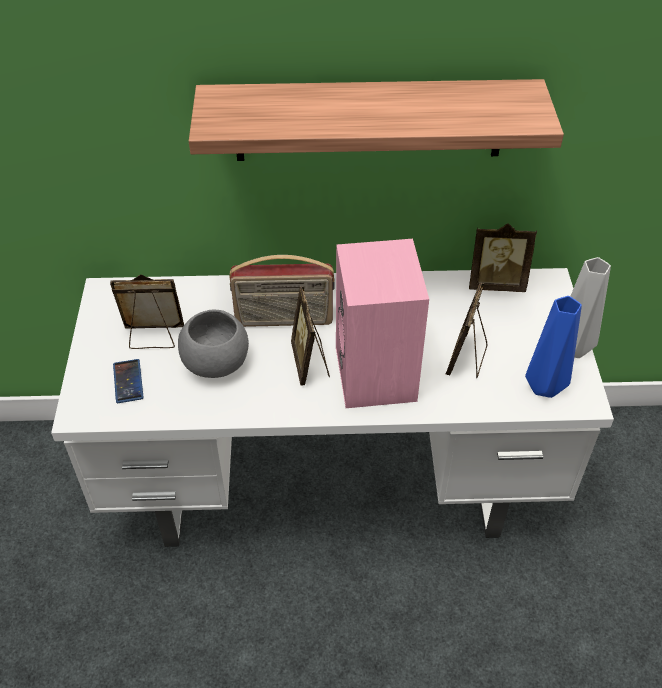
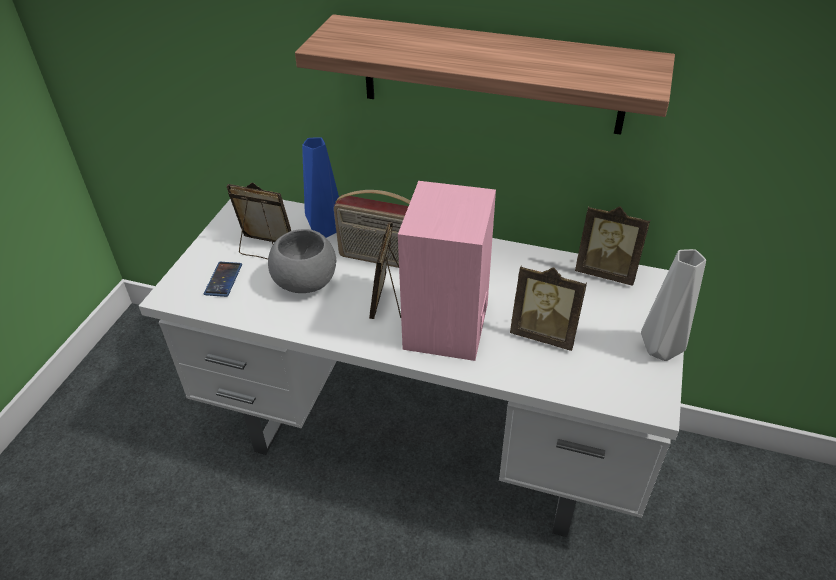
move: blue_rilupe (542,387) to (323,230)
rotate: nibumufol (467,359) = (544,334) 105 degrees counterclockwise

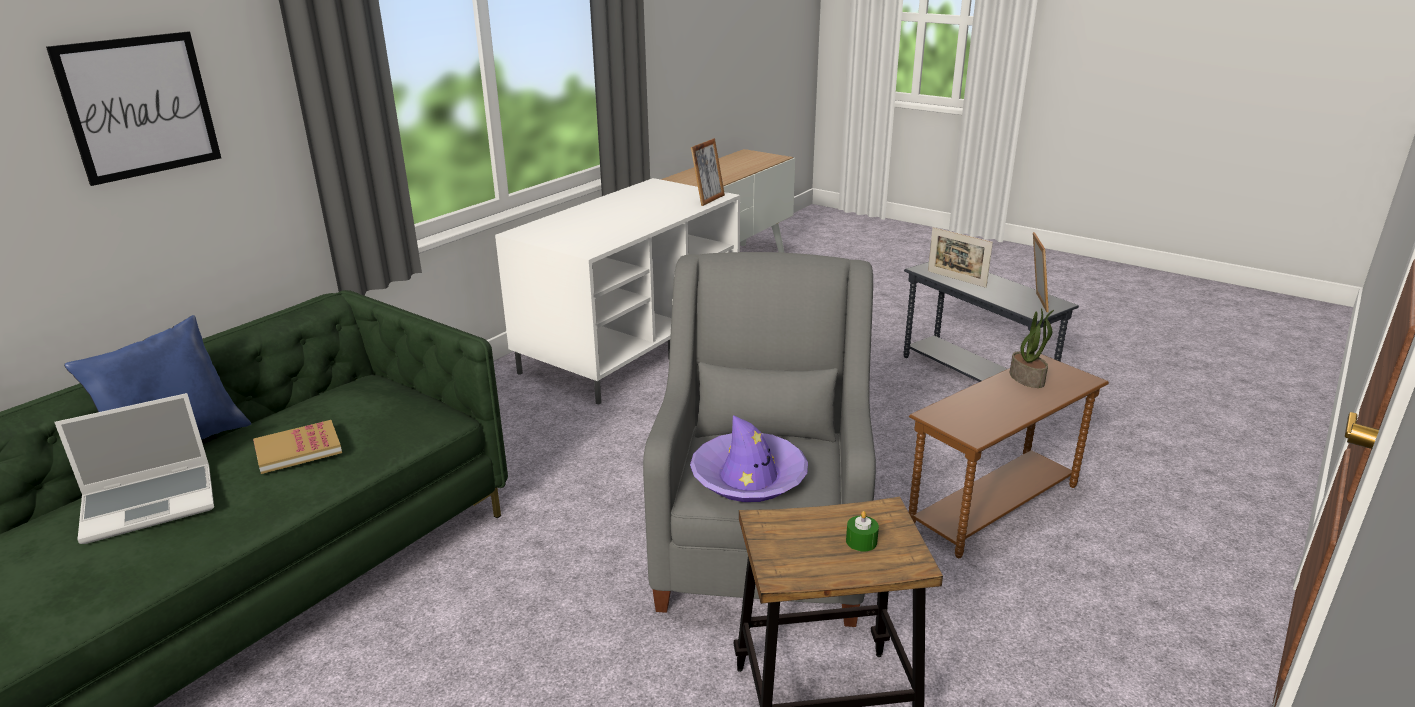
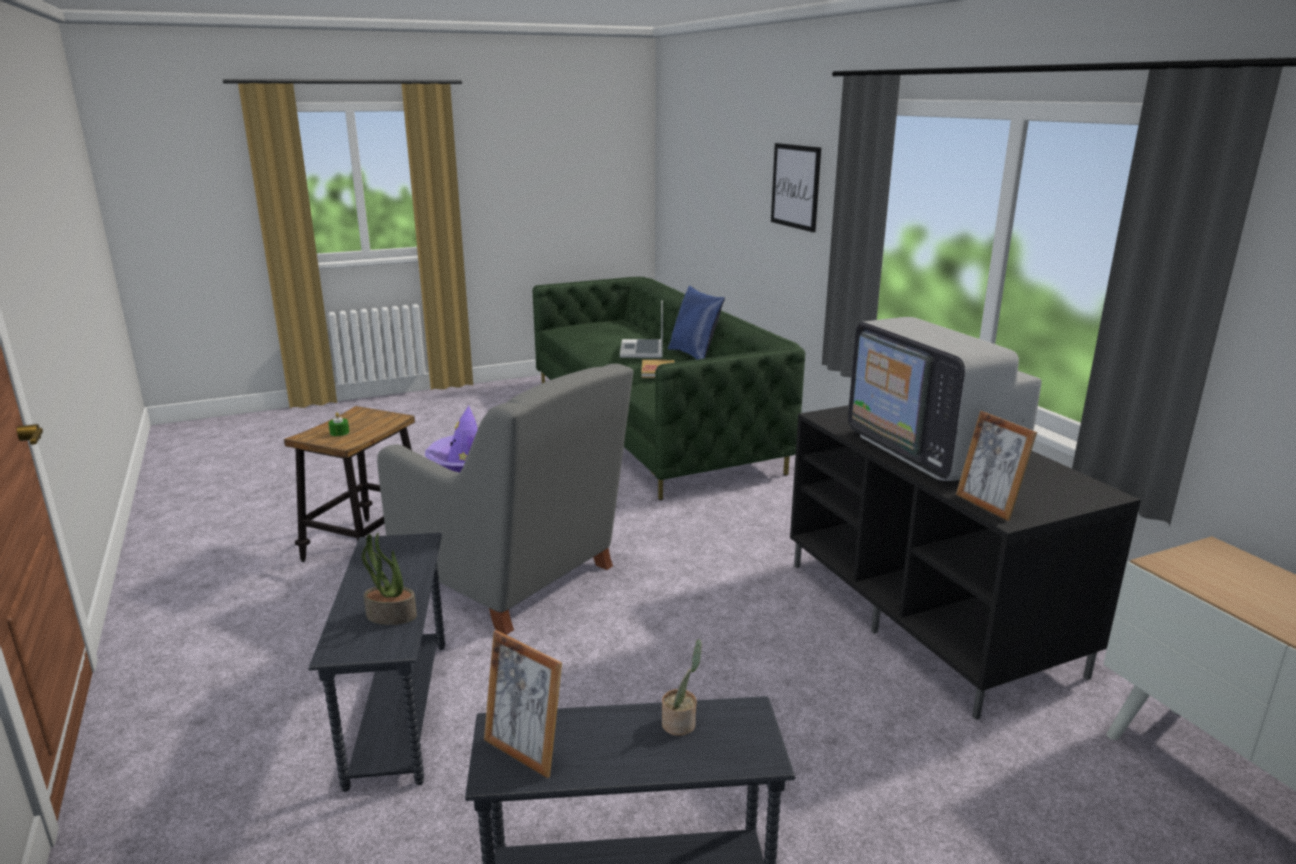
insert: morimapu (931,450)
replace: nibumufol (956,279) to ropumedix (681,723)
recolor: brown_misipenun (995,506) to grey_misipenun (397,711); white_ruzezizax (631,345) to black_ruzezizax (930,617)

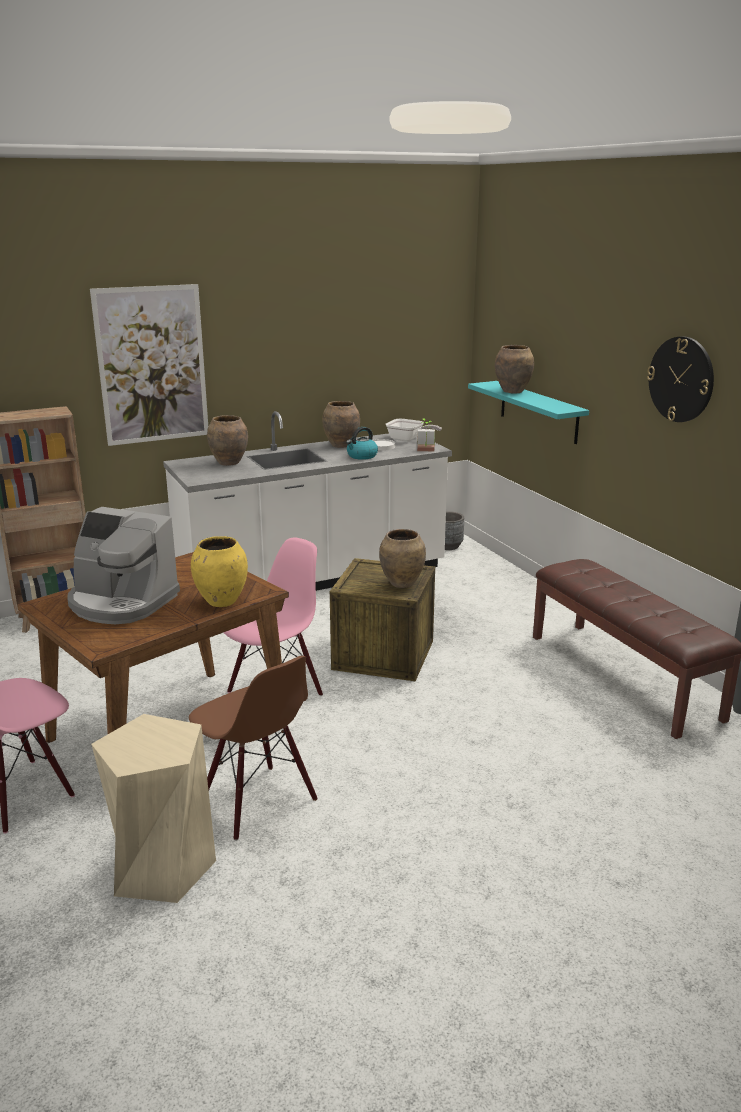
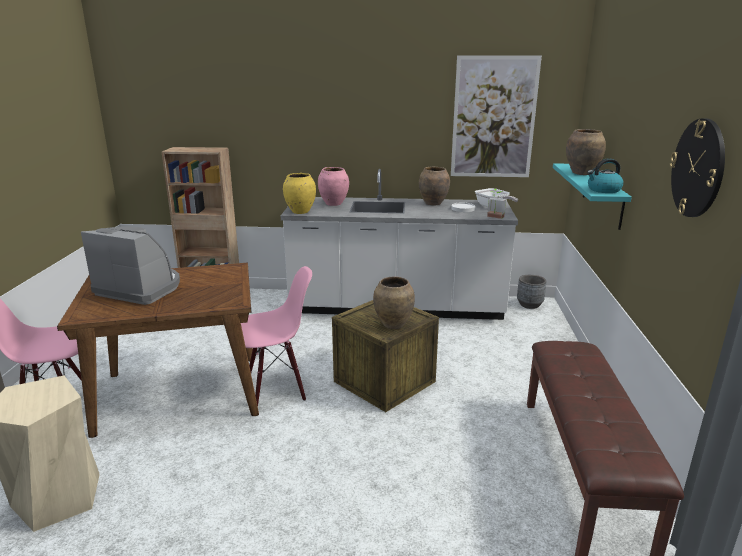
delete: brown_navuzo (257,801)
move: yellow_rilupe (221,602) to (300,212); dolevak (152,365) to (494,118); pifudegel (361,456) to (603,190)
recolor: brown_rilupe (229,463) to pink_rilupe (333,204)
rotate: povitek (121,602) = (140,288) 150 degrees clockwise

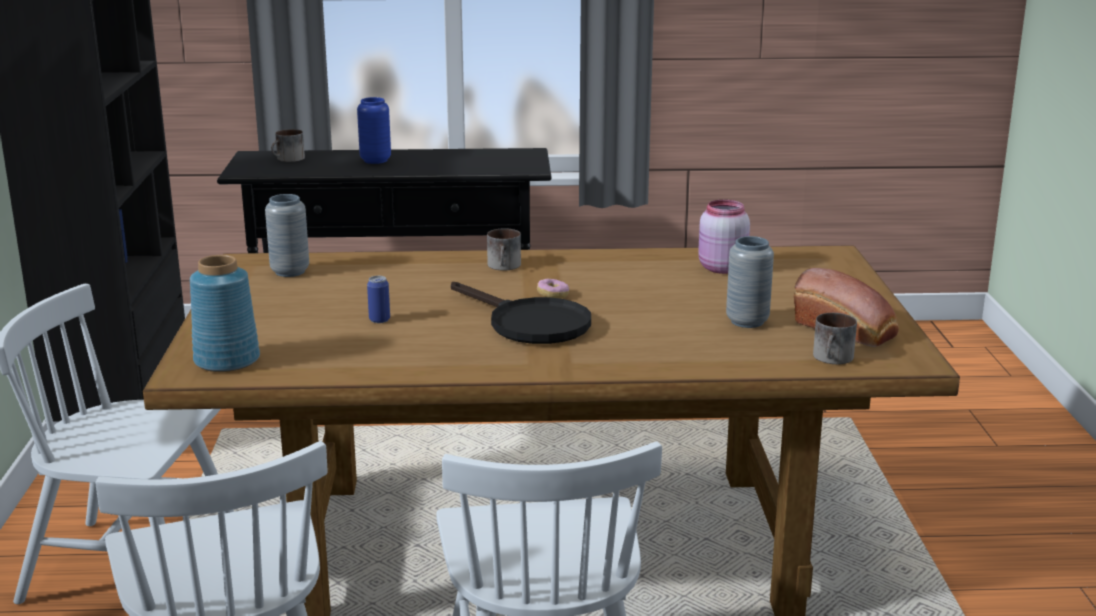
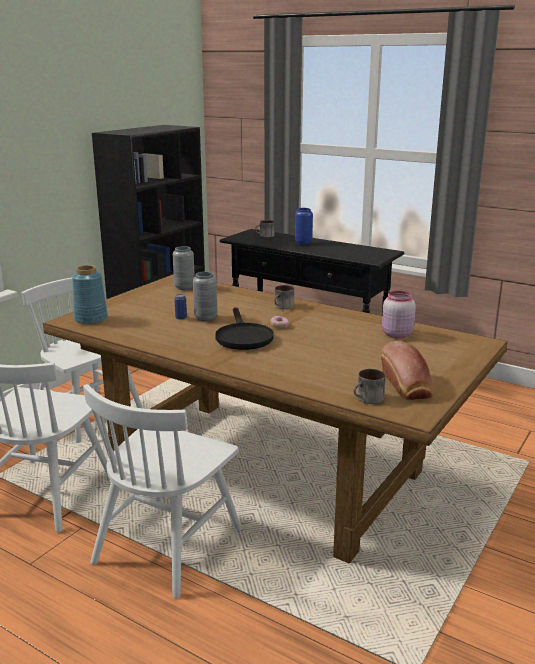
move: grey_rilupe (747,322) to (205,318)

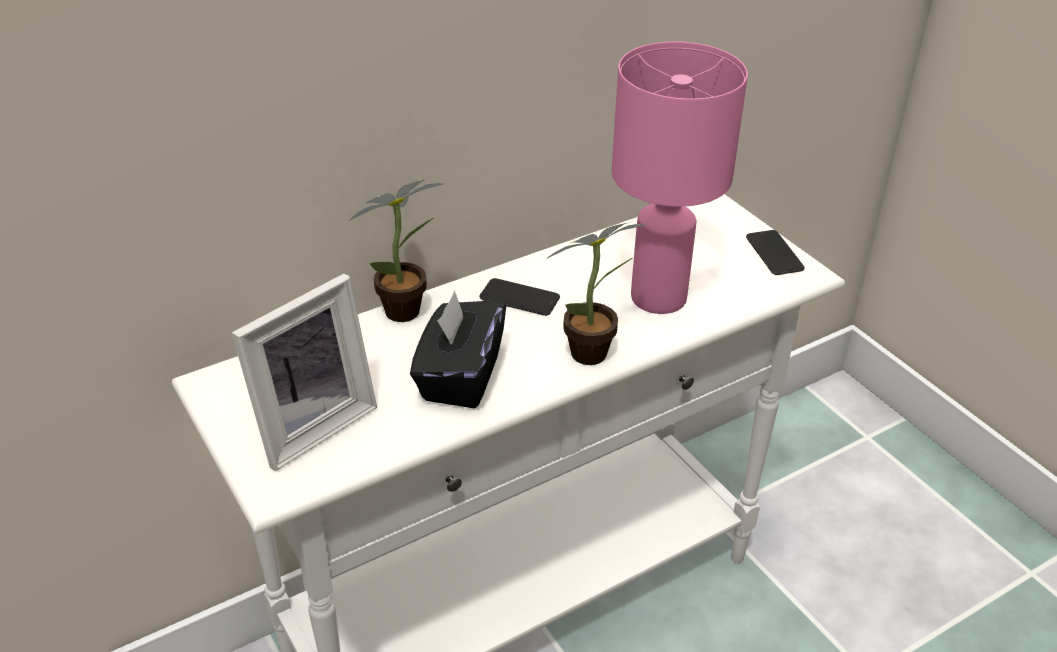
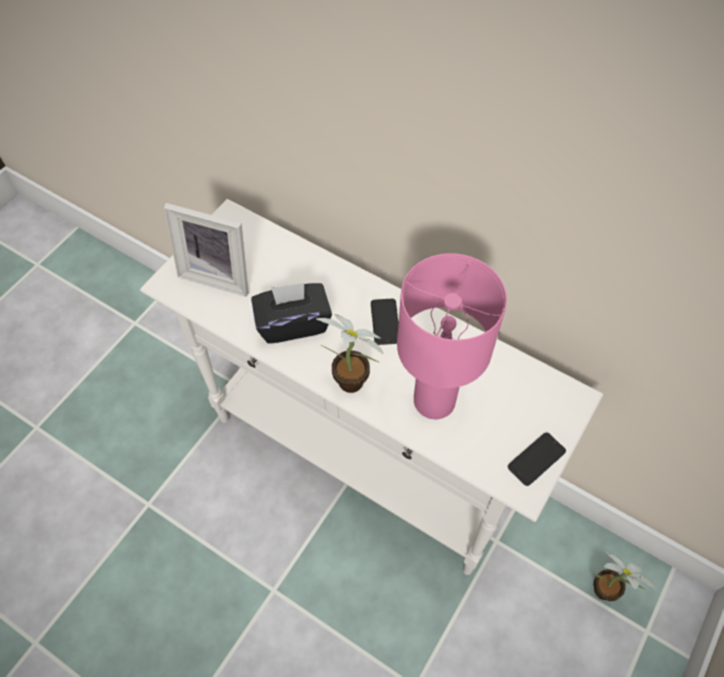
move: ropumedix (409,310) to (606,593)

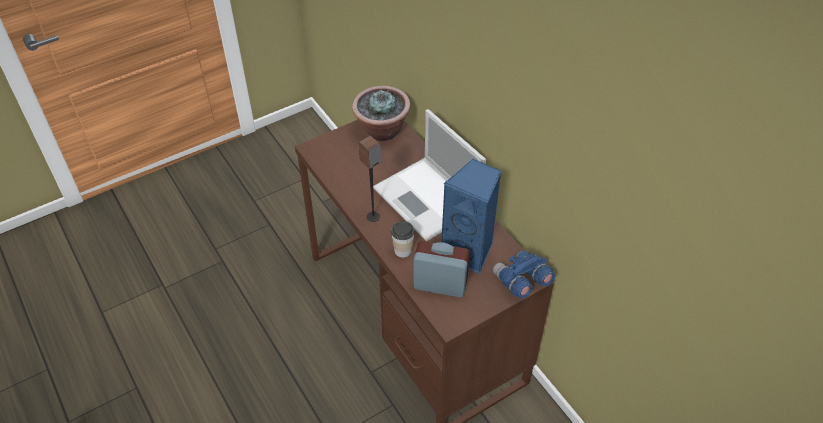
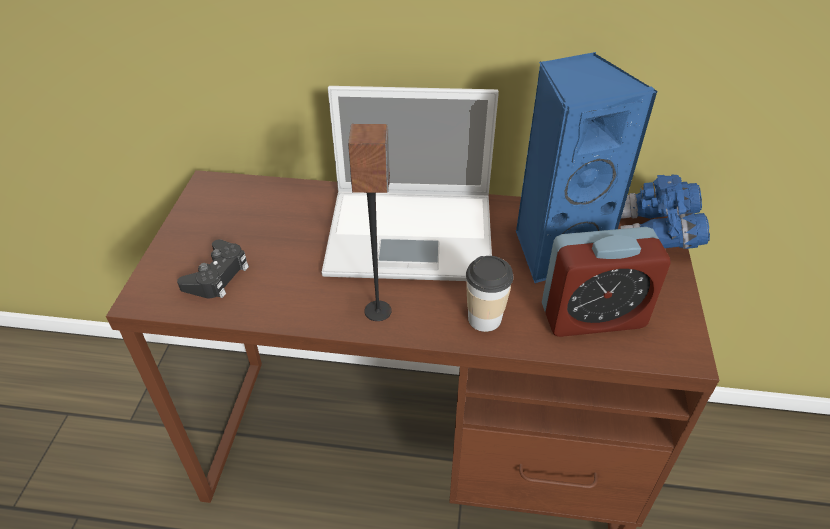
delete: ropumedix (381,130)
insert: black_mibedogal (217,276)
rotate: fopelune (440,284) = (592,316) 150 degrees counterclockwise

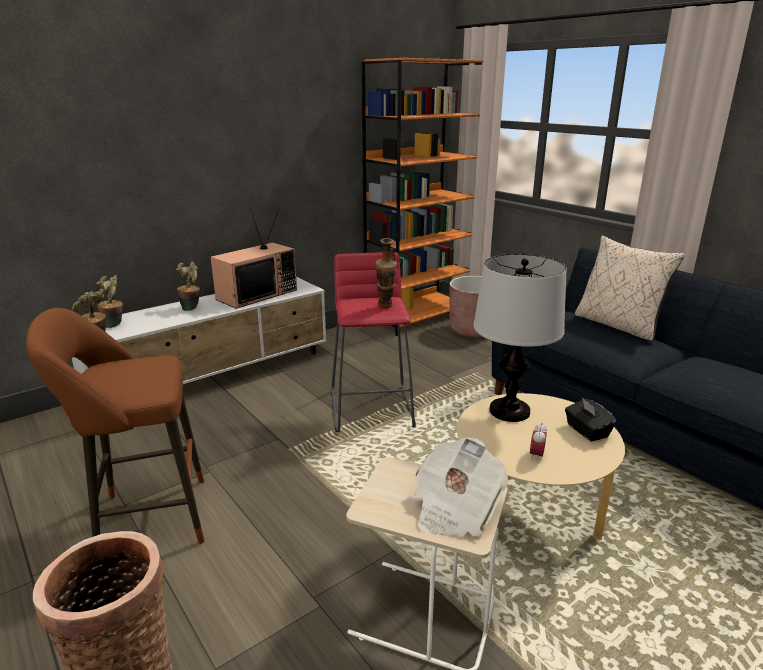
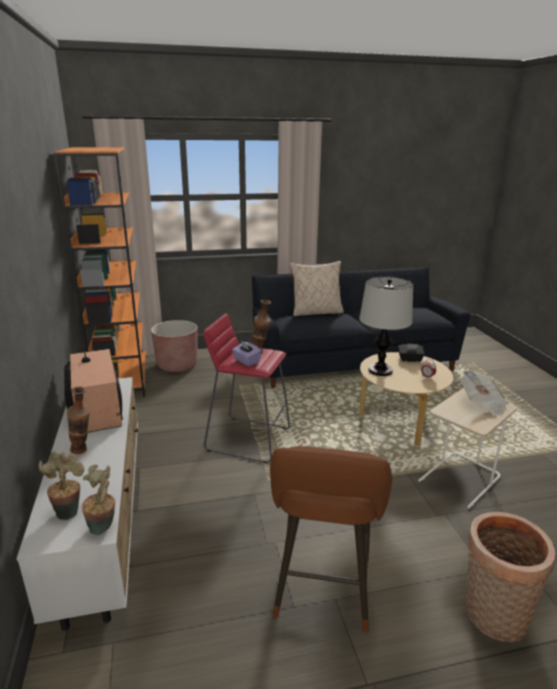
insert: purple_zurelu (246,361)
replace: ropumedix (192,308) to rilupe (83,451)

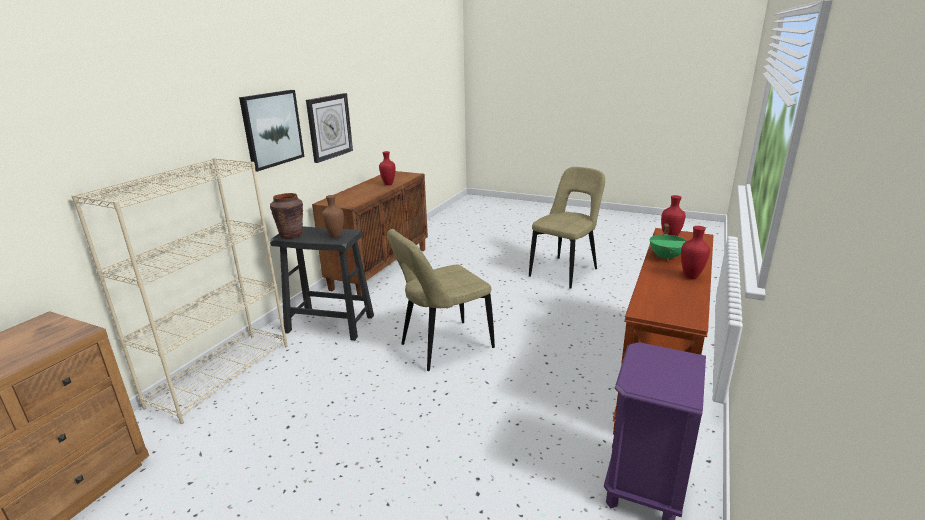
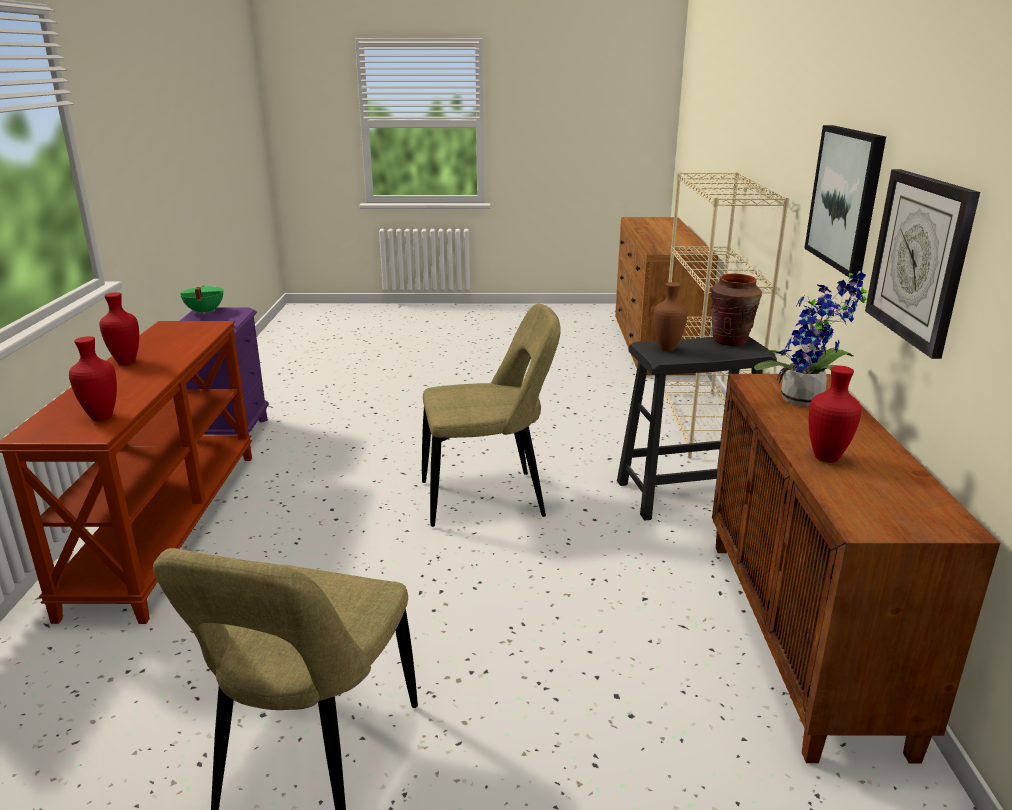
insert: ropumedix (806,401)
move: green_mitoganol (666,257) to (204,312)
rotate: beige_navuzo (442,347) = (489,498) 45 degrees clockwise

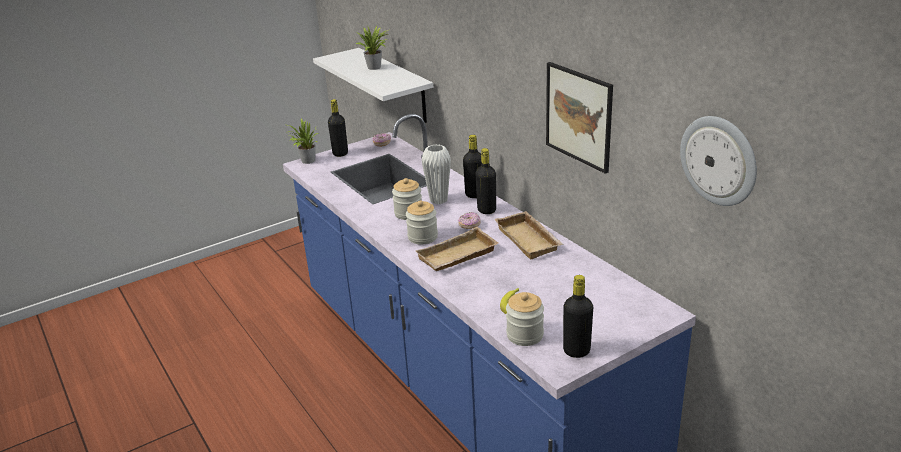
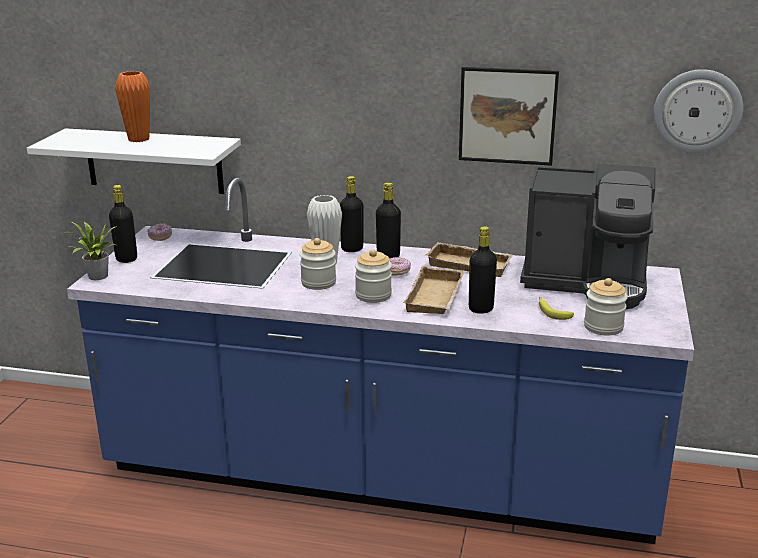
insert: povitek (587,282)
move: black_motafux (576,351) to (481,309)
replace: ropumedix (376,67) to orange_rilupe (138,139)

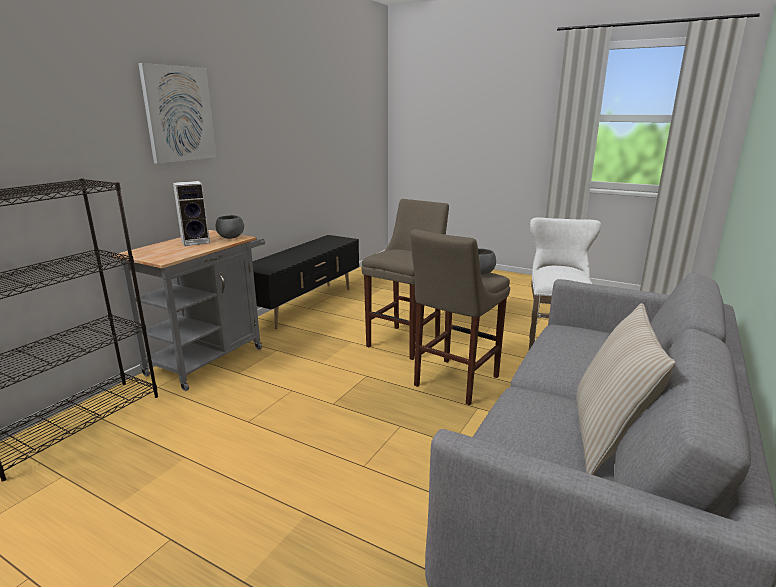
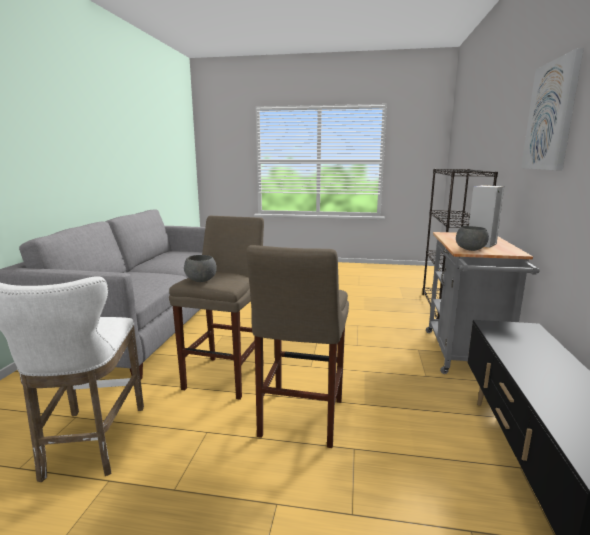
delete: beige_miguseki (607,438)

